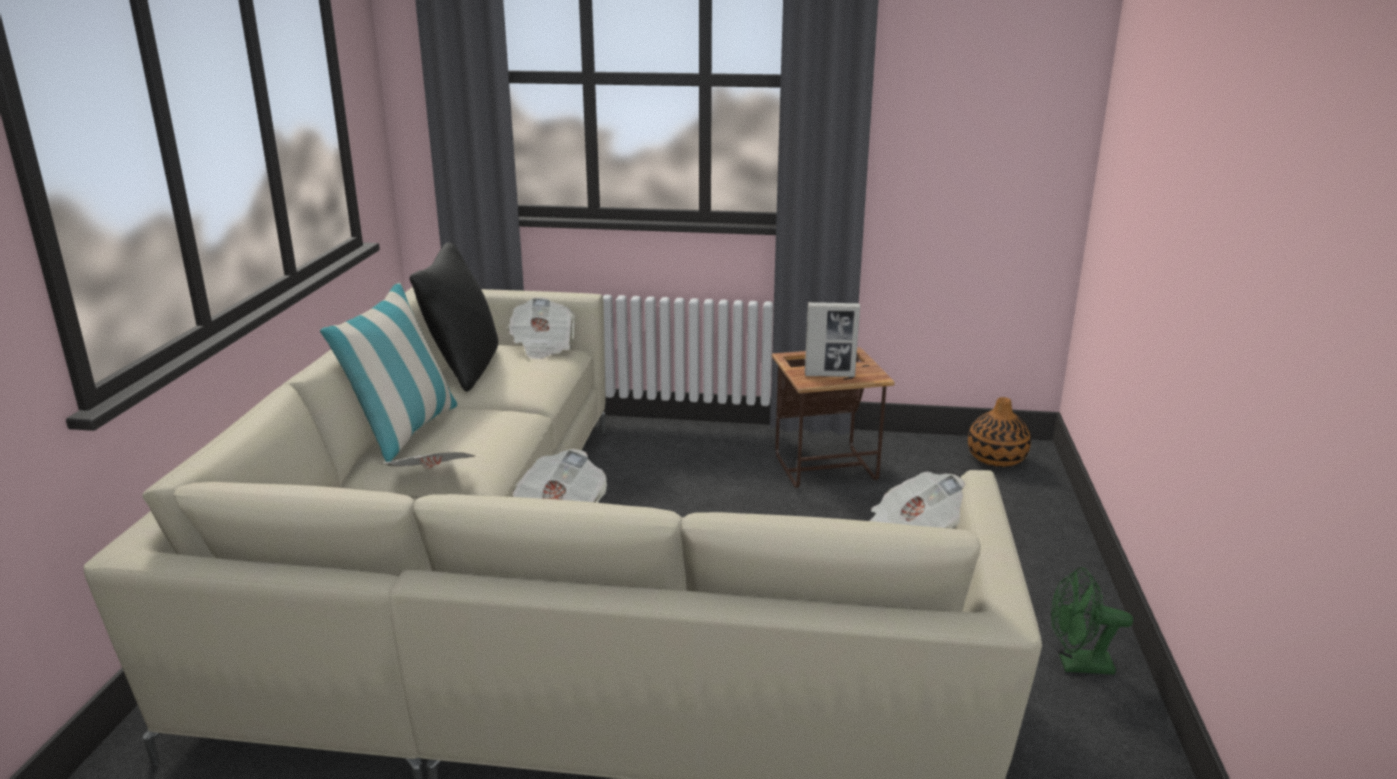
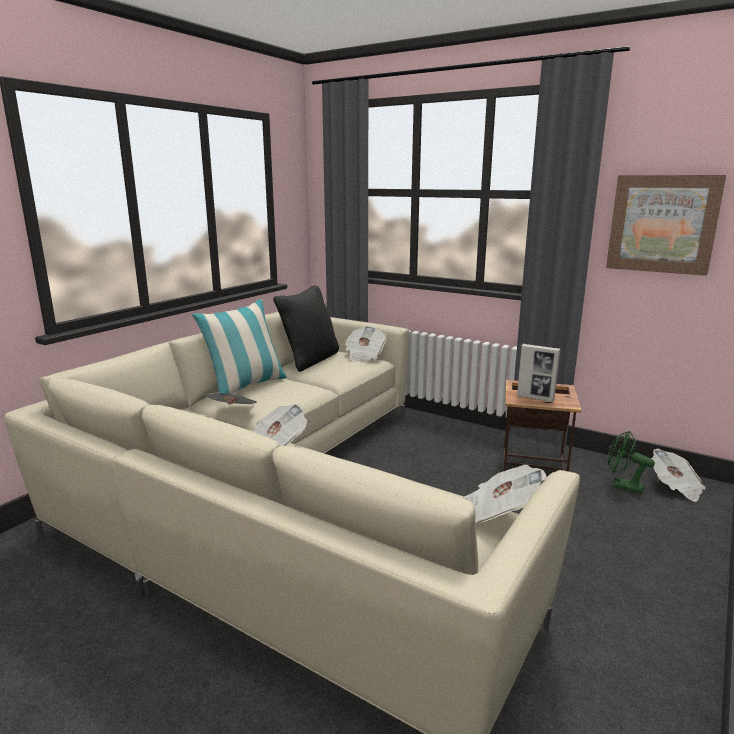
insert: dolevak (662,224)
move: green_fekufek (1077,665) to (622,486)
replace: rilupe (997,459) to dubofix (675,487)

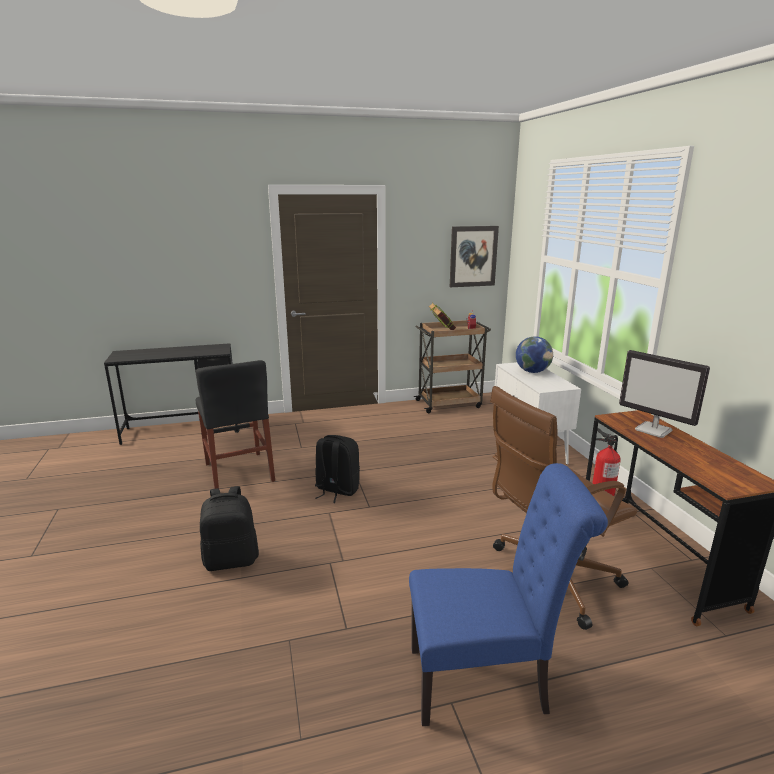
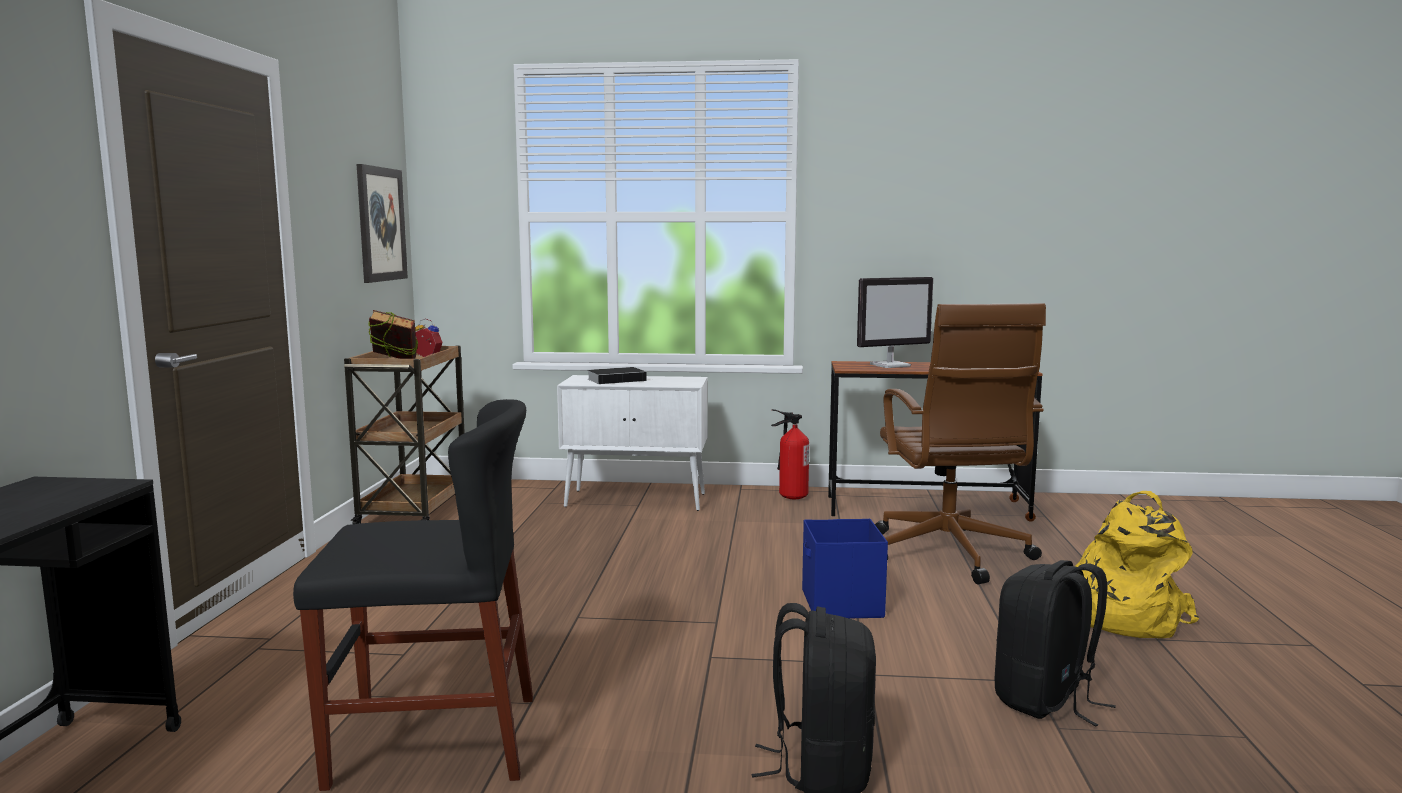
insert: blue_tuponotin (841,604)
move: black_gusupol (336,490) to (1046,700)
replace: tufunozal (532,371) to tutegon (618,379); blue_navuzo (486,680) to yellow_gusupol (1119,616)

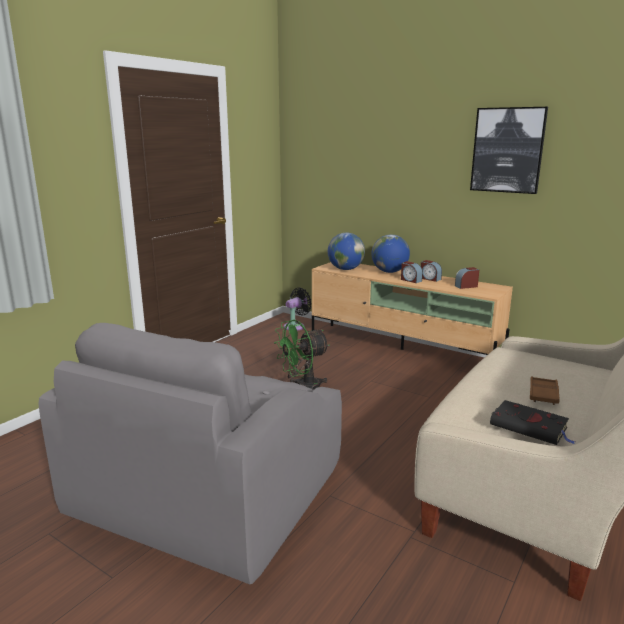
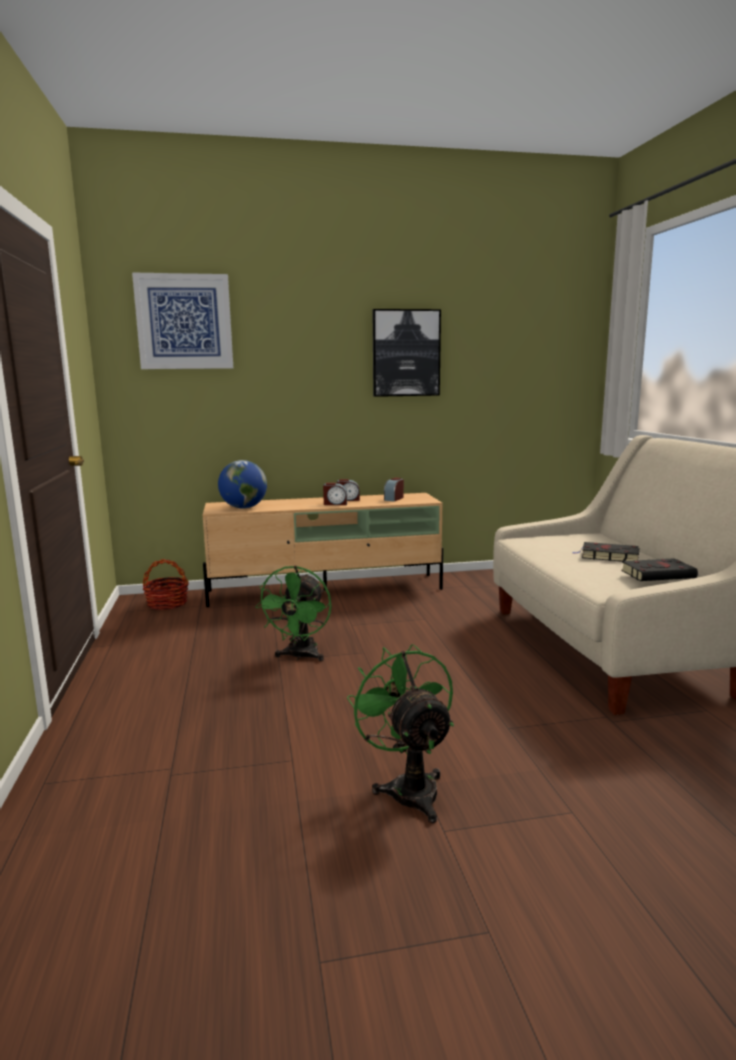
delete: tufunozal (389,272)
insert: dolevak (184,322)
replace: black_fekufek (296,326) to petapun (167,603); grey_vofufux (213,490) to green_fekufek (408,787); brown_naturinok (543,394) to black_tutegon (607,556)

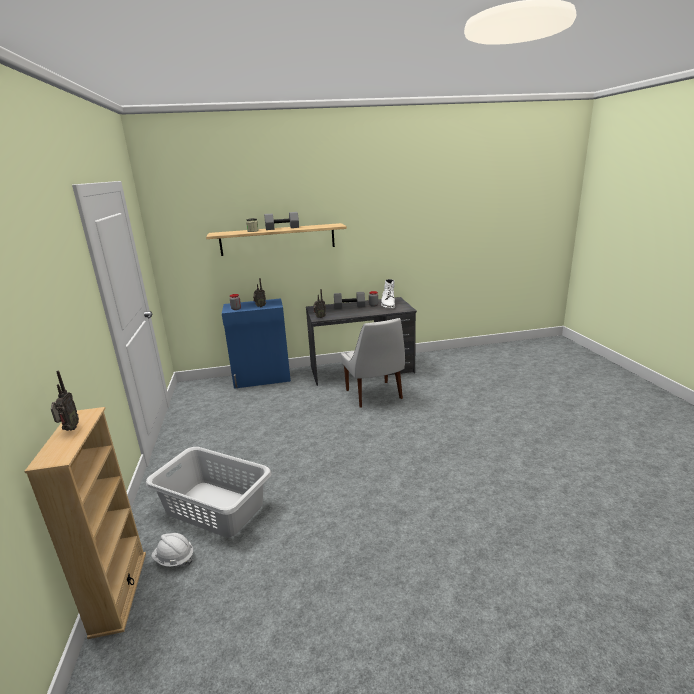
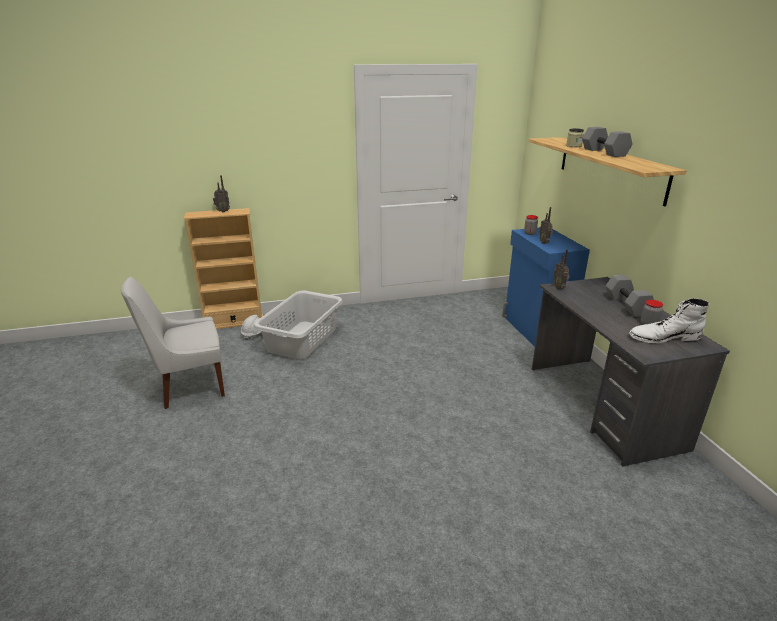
move: white_navuzo (374,395) to (189,386)

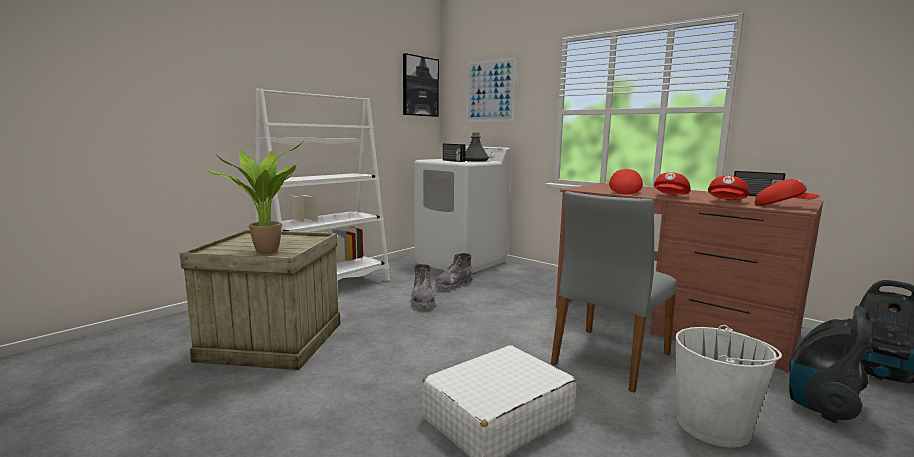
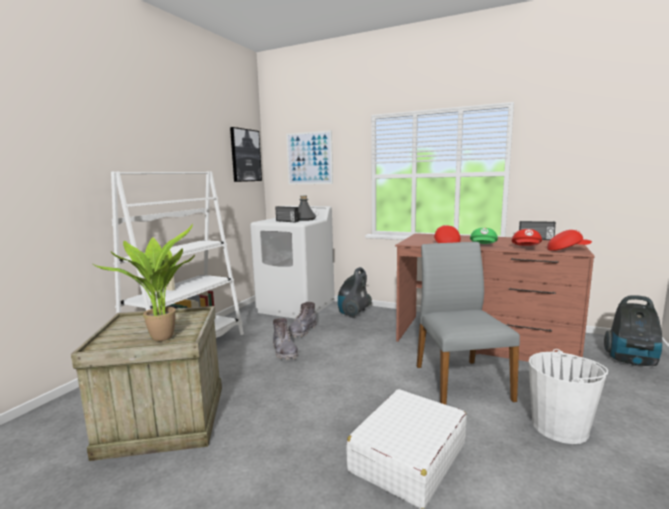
move: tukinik (821,405) to (353,313)
recolor: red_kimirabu (670,196) to green_kimirabu (483,246)
rotate: grey_navuzo (609,358) = (460,381) 150 degrees clockwise

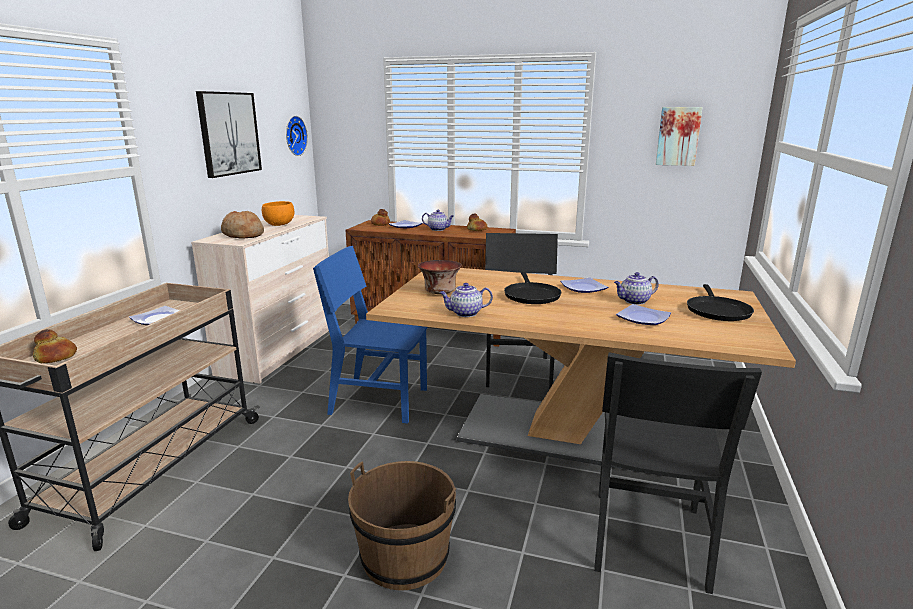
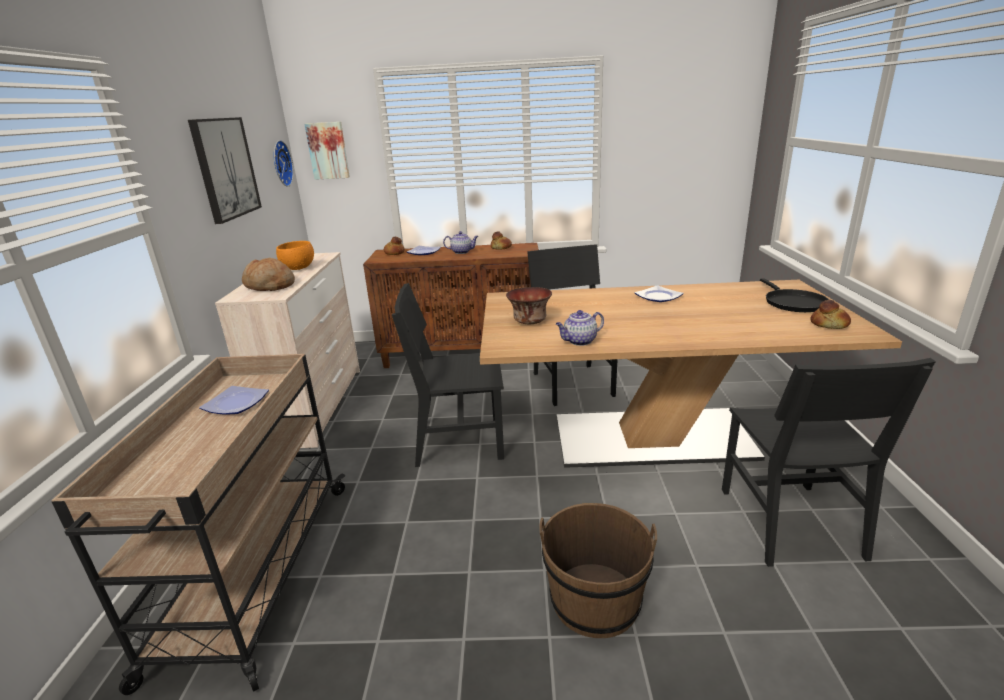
delete: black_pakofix (531,295); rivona (634,301); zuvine (643,319)
move: dolevak (678,136) to (328,150); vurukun (56,358) to (829,325)
recolor: blue_navuzo (379,401) to black_navuzo (459,441)

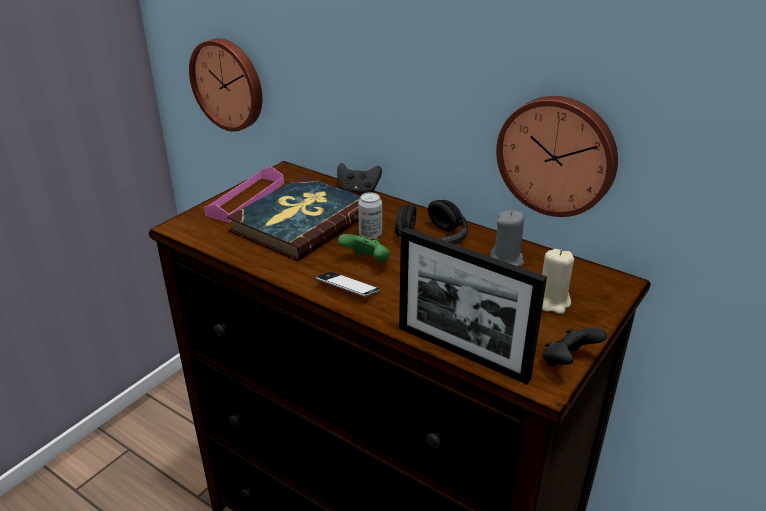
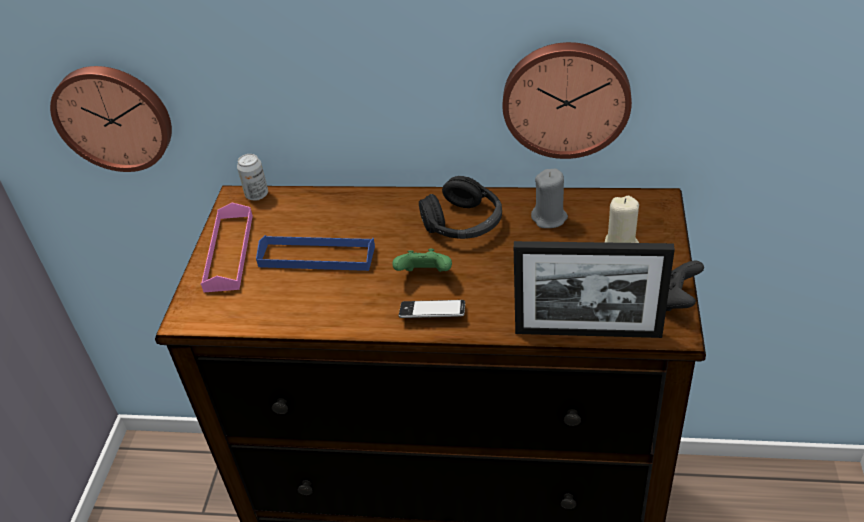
delete: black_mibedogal (358,191)
move: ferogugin (370,234) to (257,195)
replace: tutegon (301,222) to blue_naturinok (317,256)

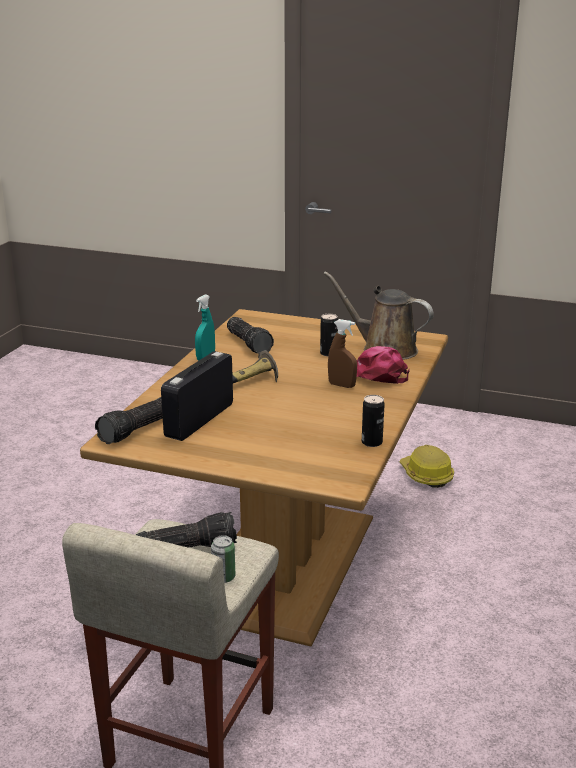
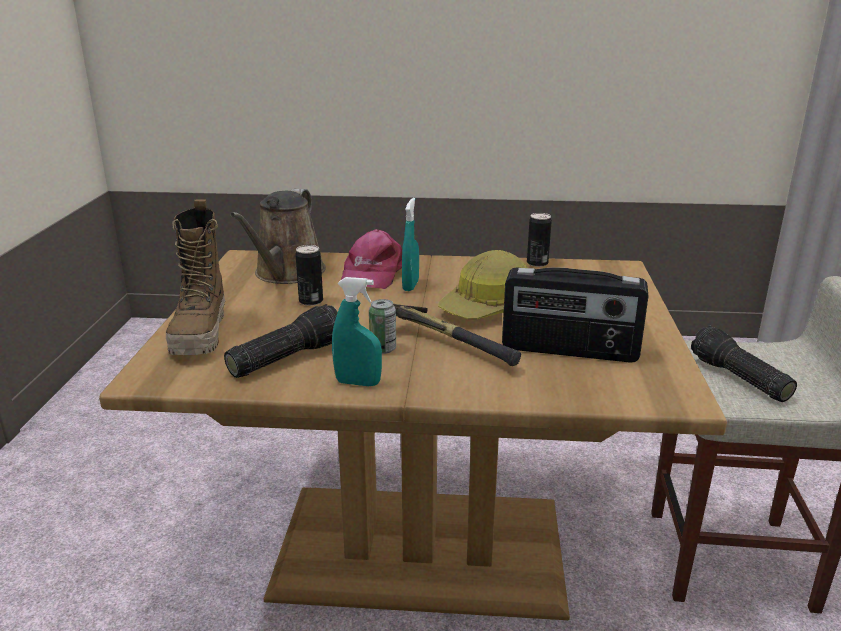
delete: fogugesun (138,430)
insert: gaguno (201,335)
move: ferogugin (223,577) to (383,349); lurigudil (426,475) to (488,308)
recolor: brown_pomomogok (341,385) to turquoise_pomomogok (410,285)

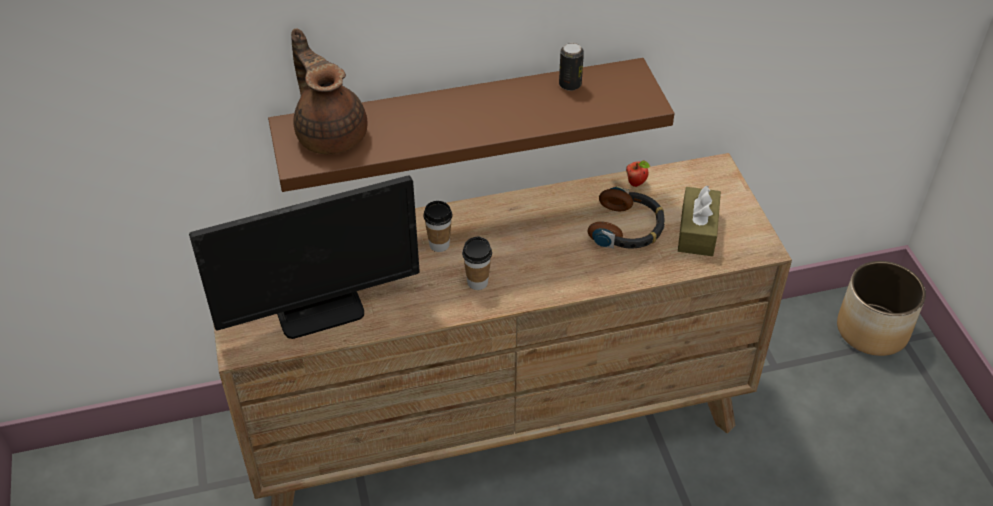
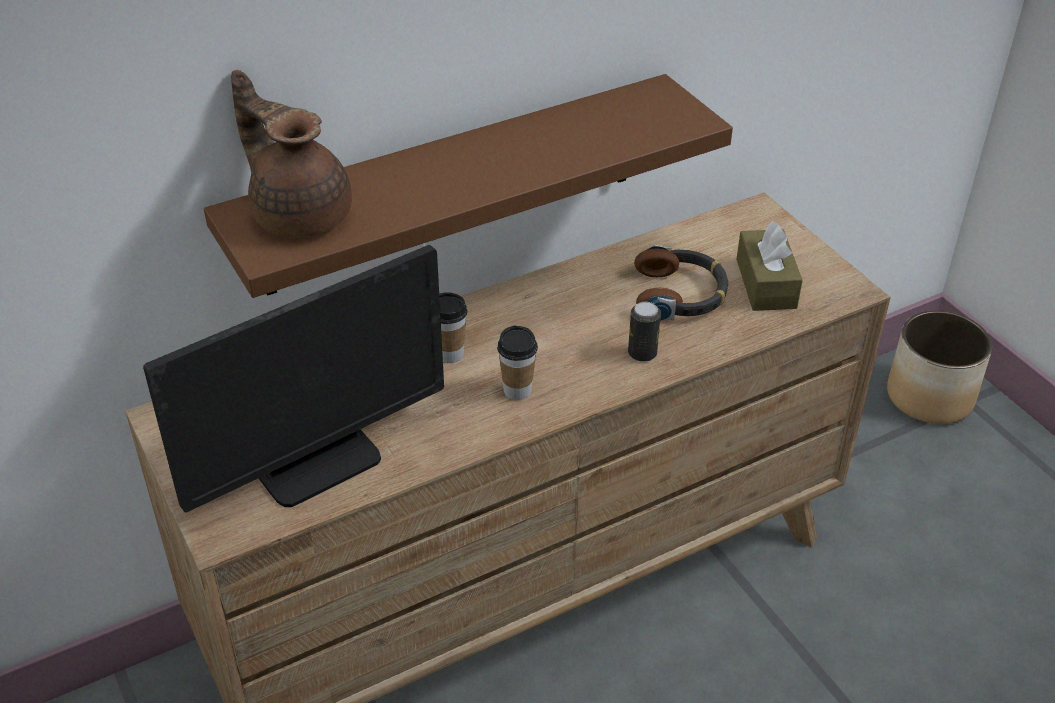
delete: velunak (637,183)
move: ferogugin (570,84) to (642,353)

